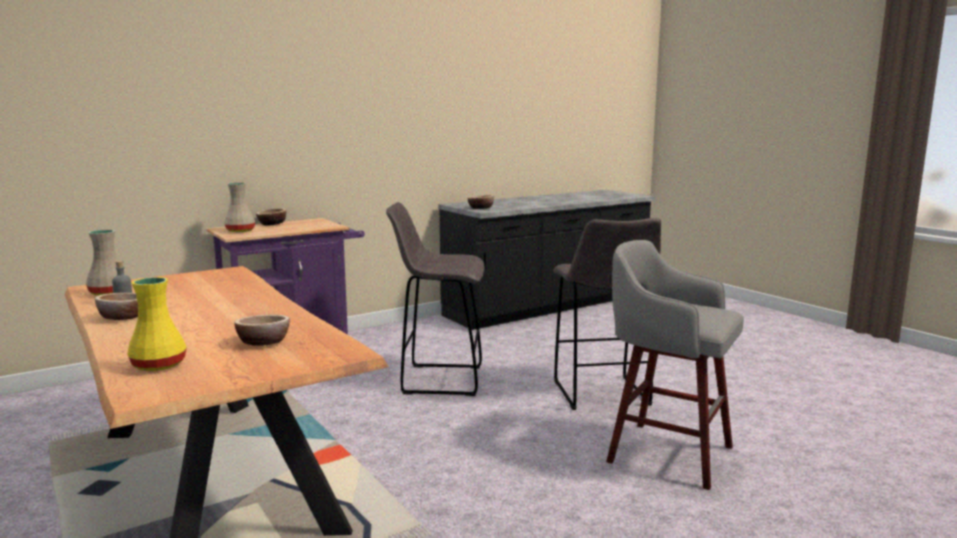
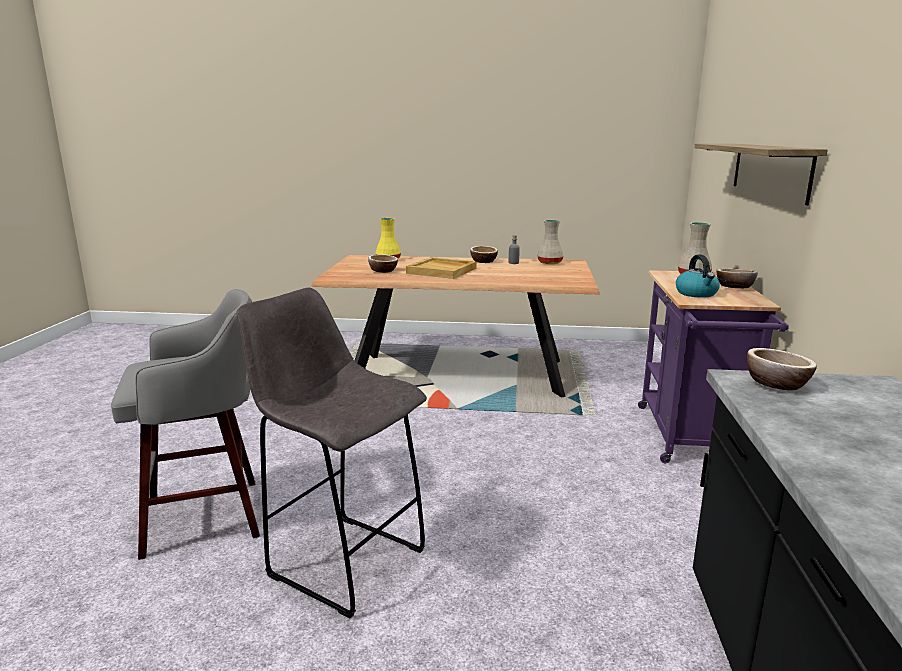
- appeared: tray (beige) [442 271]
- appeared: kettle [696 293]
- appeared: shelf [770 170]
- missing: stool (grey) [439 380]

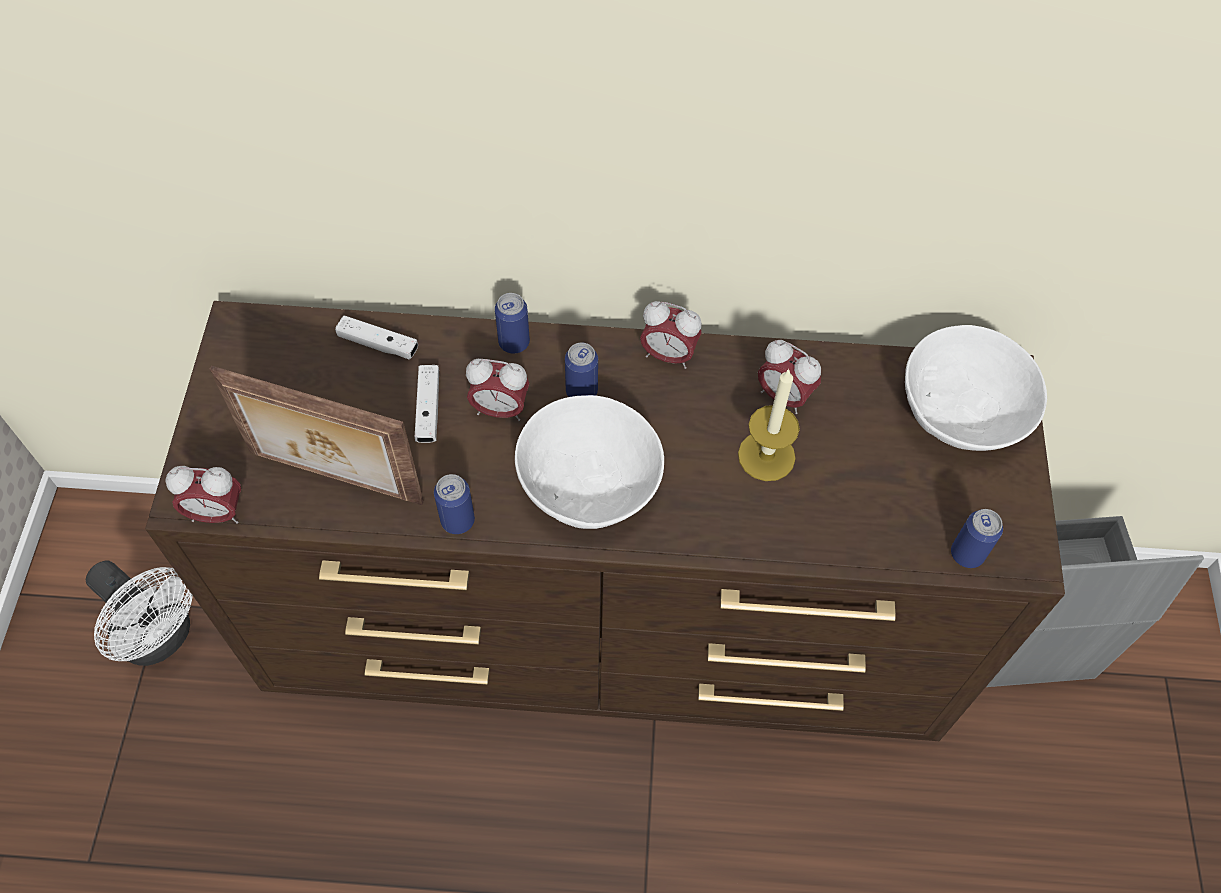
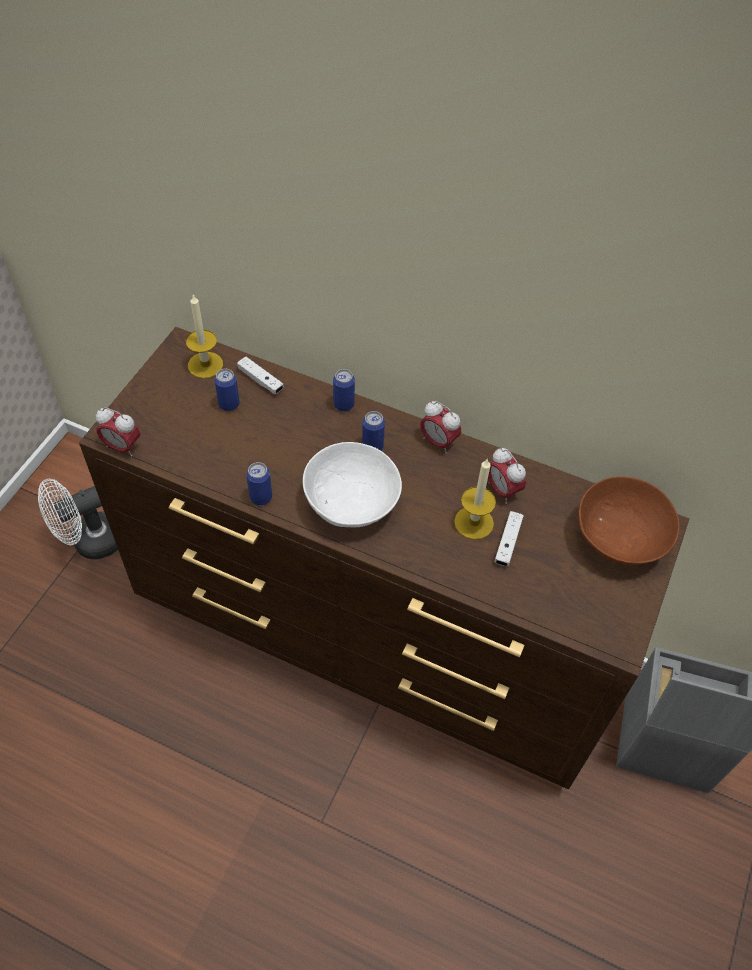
- spun: fan (white) [161 638] = [90 542] 90 degrees clockwise
- appeared: candle [205 365]
- relocated: can [967 554] to [229 404]
- relocated: game controller (white) [428 409] to [507 543]
- colour: bowl (white) [962 412] to bowl (brown) [620 538]
- missing: picture frame [334 480]
- missing: alarm clock [500 409]

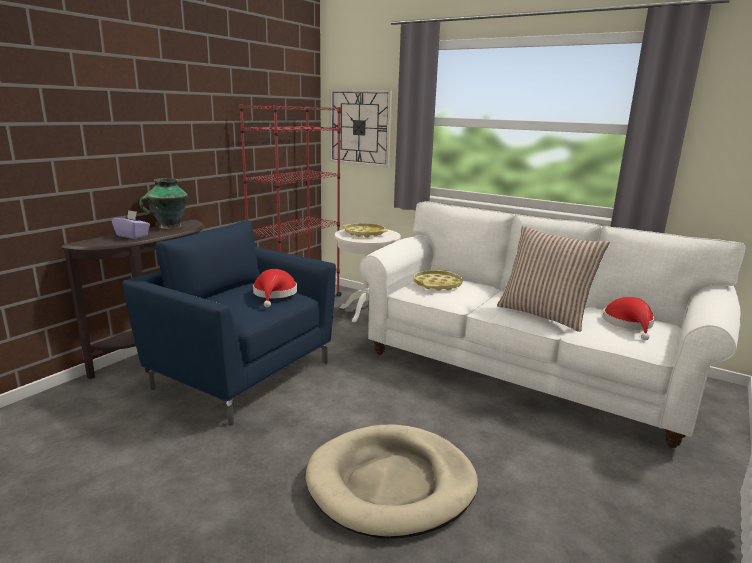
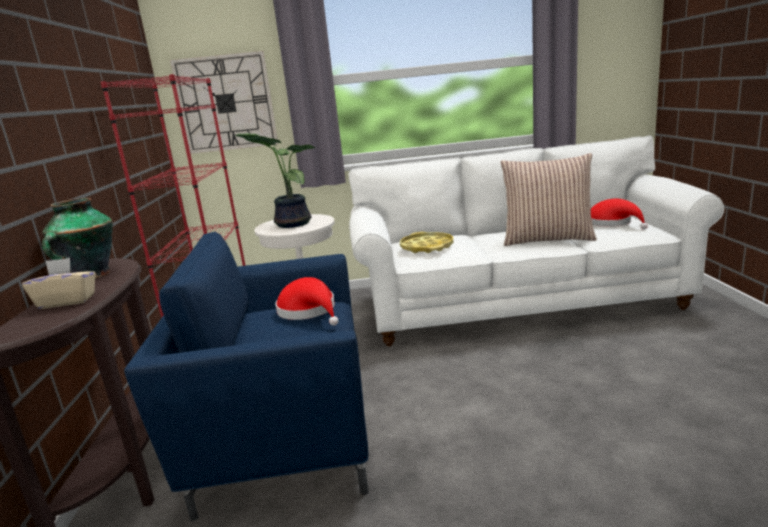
- colour: tissue box (purple) [132 236] to tissue box (beige) [67 301]
- exchanged: tray (yellow) [364 233] to potted plant [291 224]
- missing: dog bed (beige) [391 484]

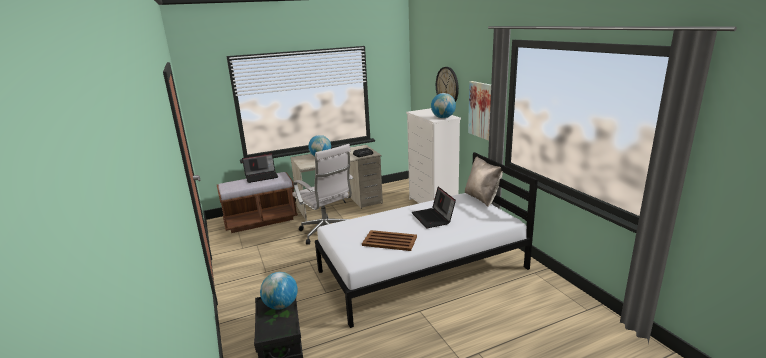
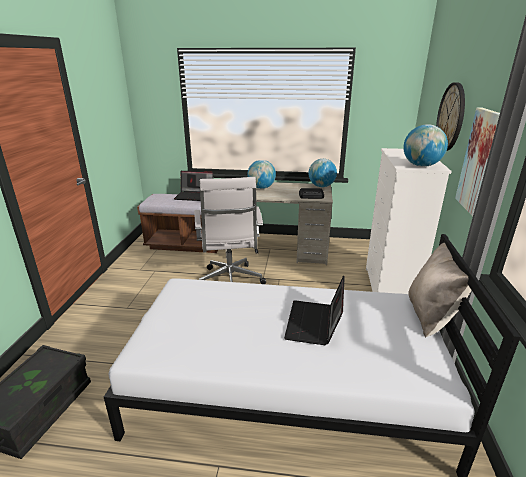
- relocated: globe [281 305] to [321 186]
- missing: tray (brown) [390 241]

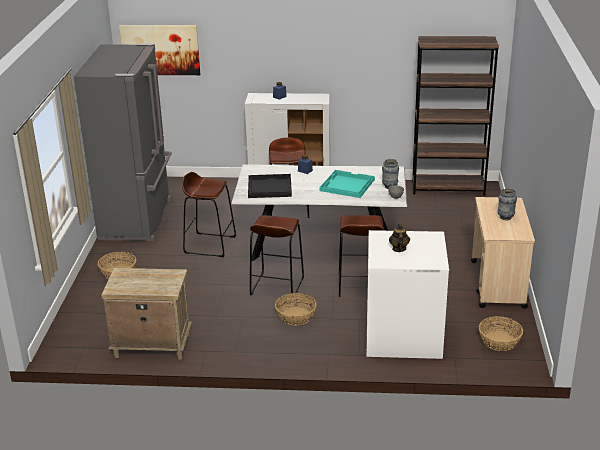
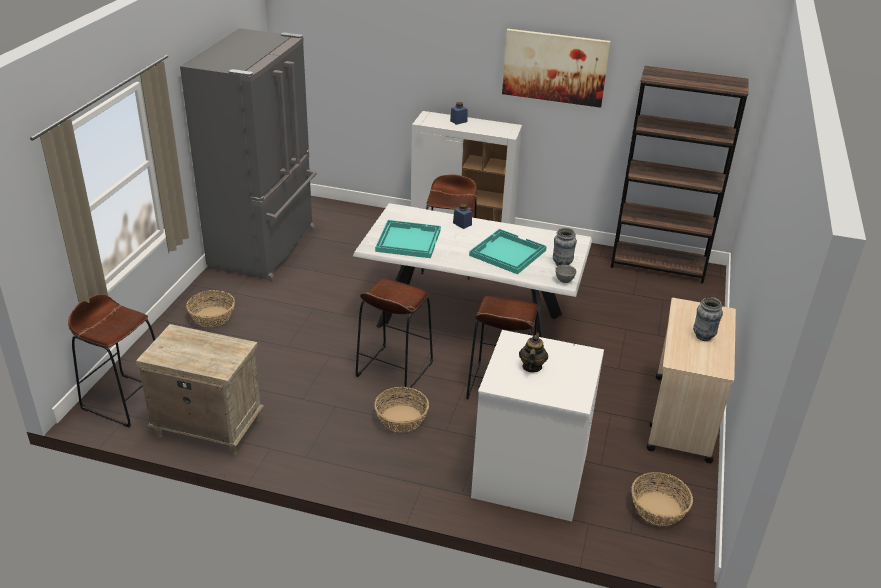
- relocated: stool (brown) [210 244] to [126 400]
- colour: tray (black) [269 187] to tray (turquoise) [408 240]
- relocated: picture [160 50] to [554 67]

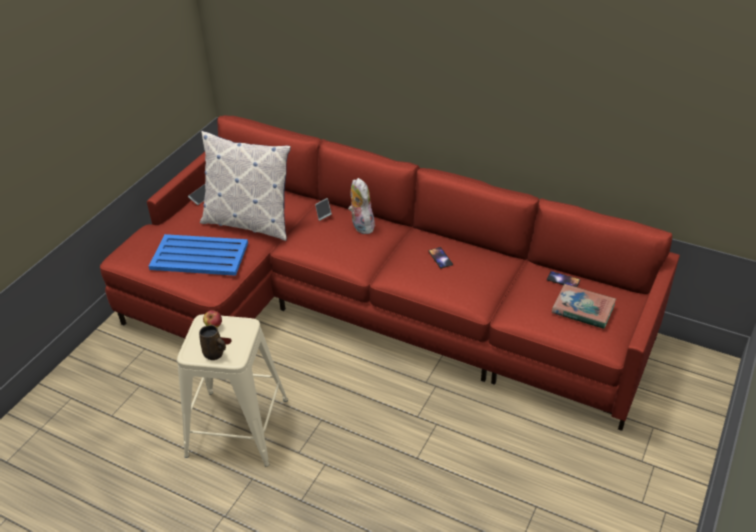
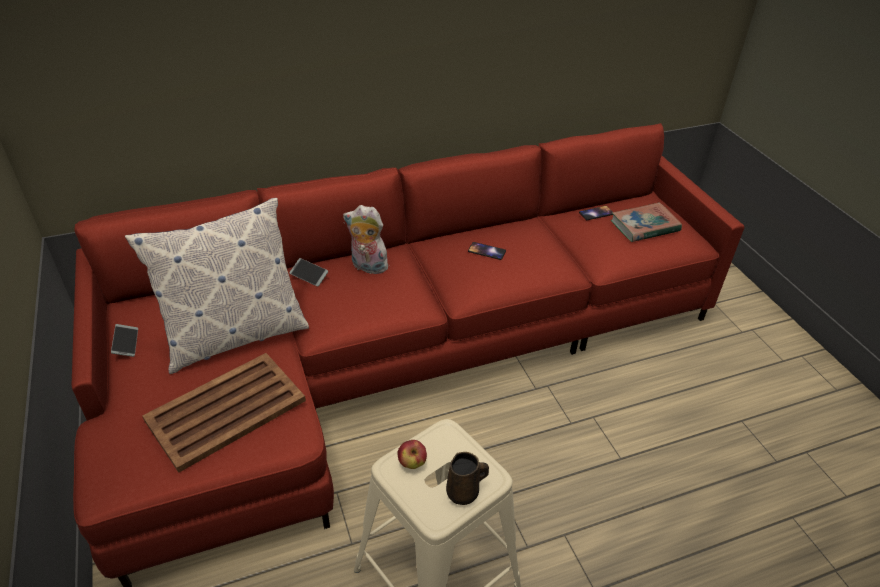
- colour: tray (blue) [198 256] to tray (brown) [224 411]

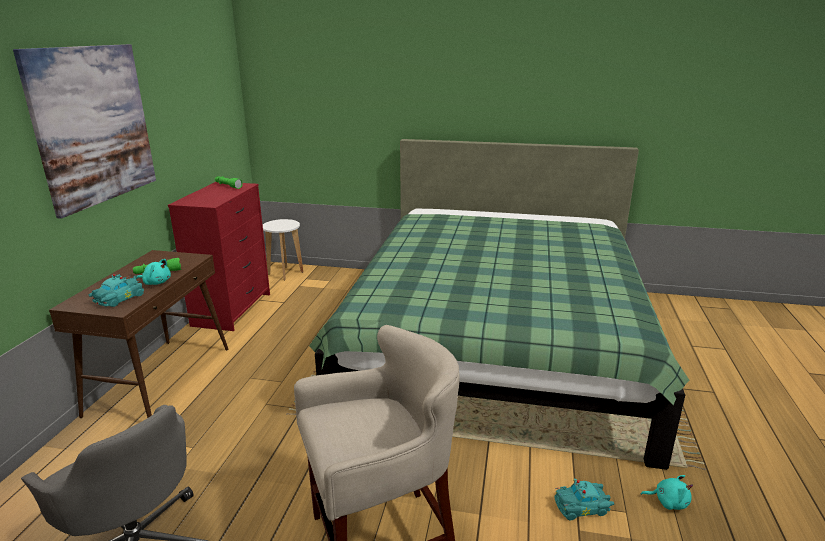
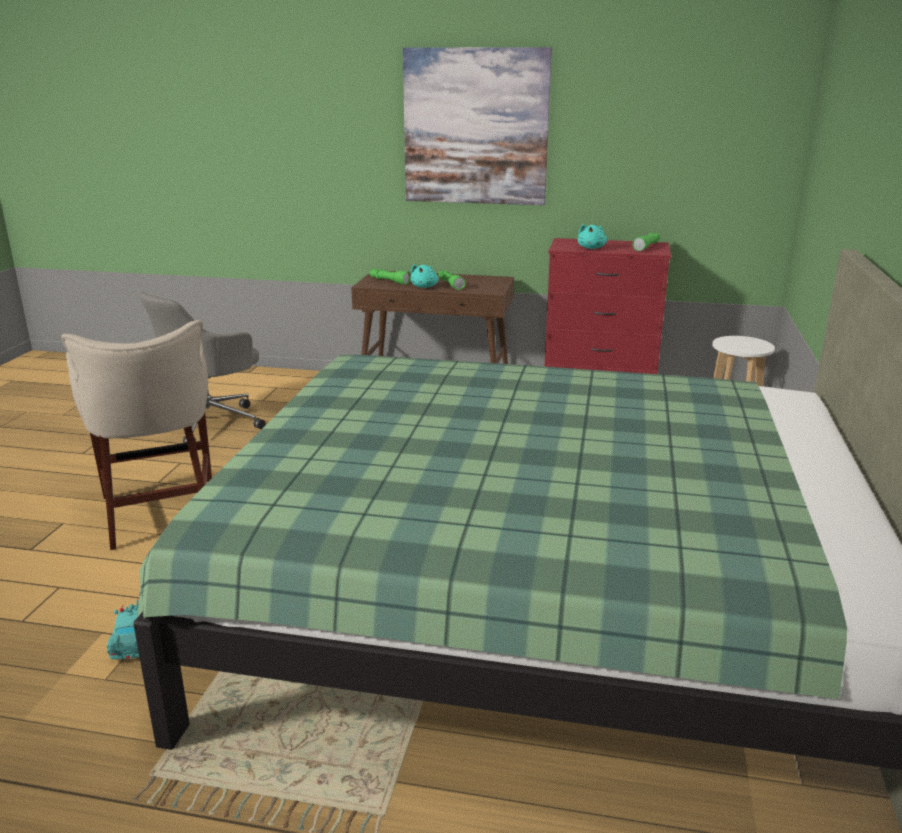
- exchanged: toy car (turquoise) [117 299] to flashlight (green) [388 281]
- relocated: plush toy (turquoise) [668 501] to [591 248]

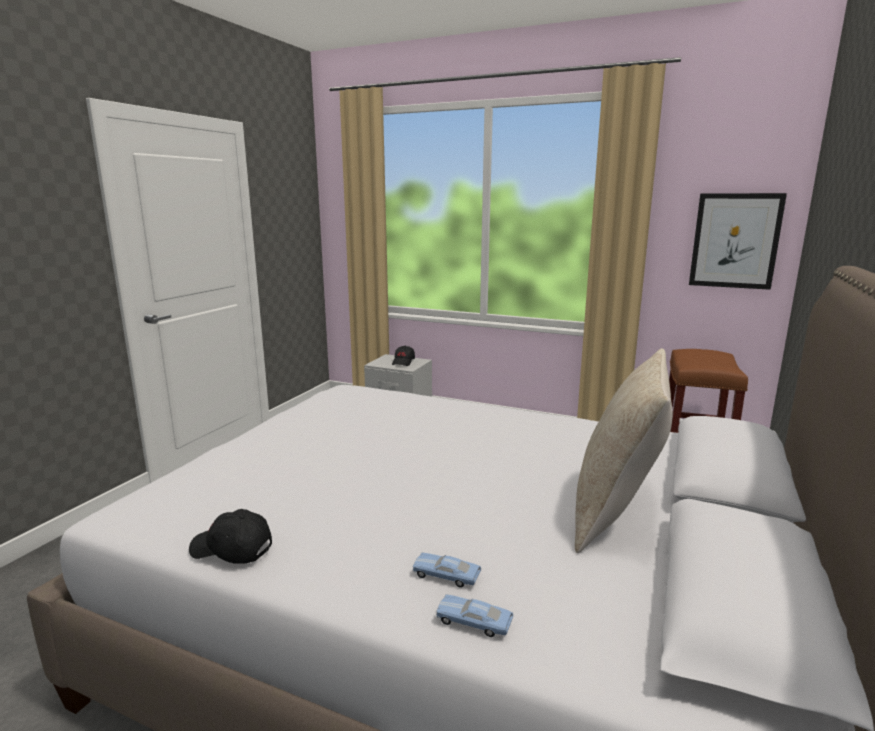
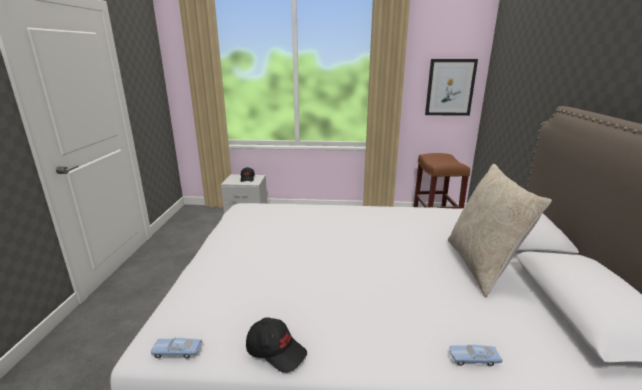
- relocated: toy car (blue) [445 576] to [177 352]
- spun: cap (black) [231 550] = [276 351] 150 degrees counterclockwise

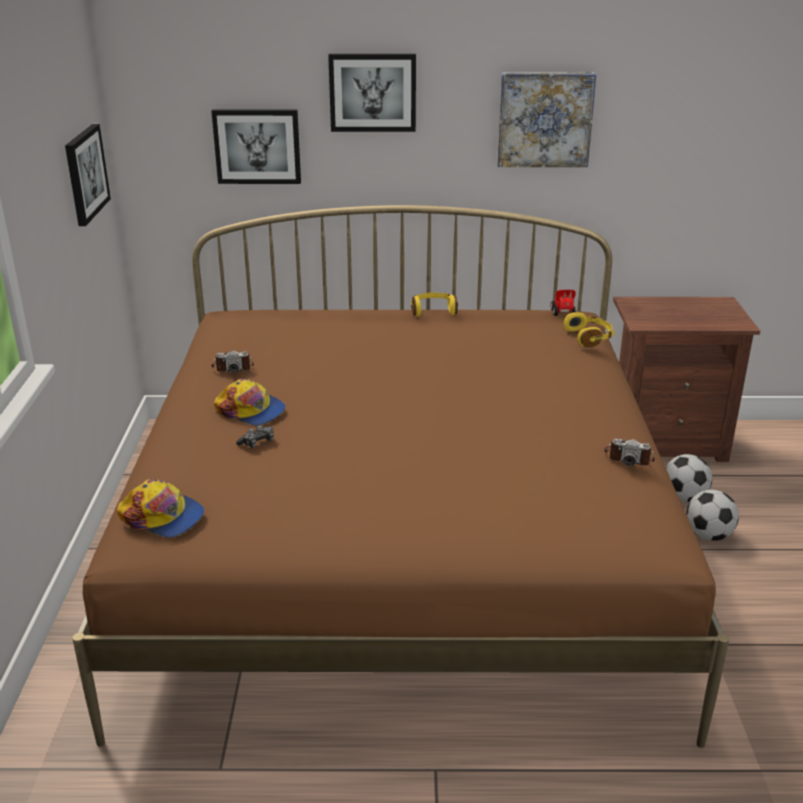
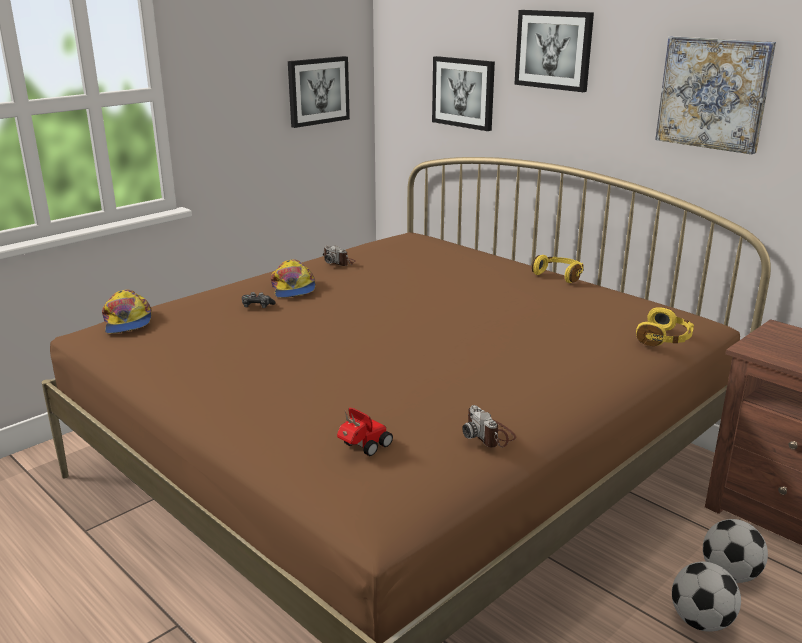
- relocated: toy car [563 314] to [362 448]

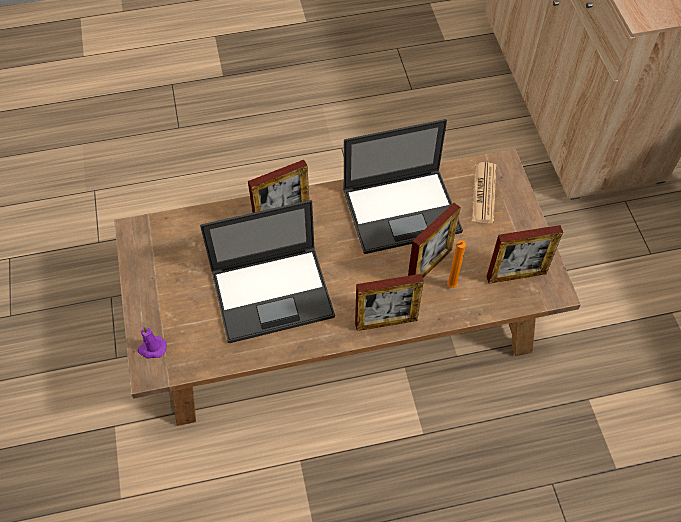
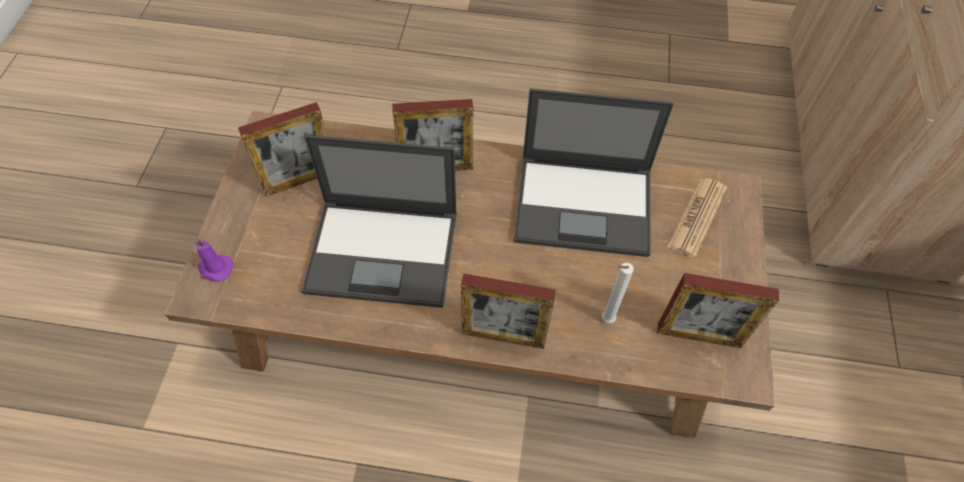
- relocated: picture frame [429 266] to [300 180]
- colour: candle (orange) [450 286] to candle (white) [605 320]

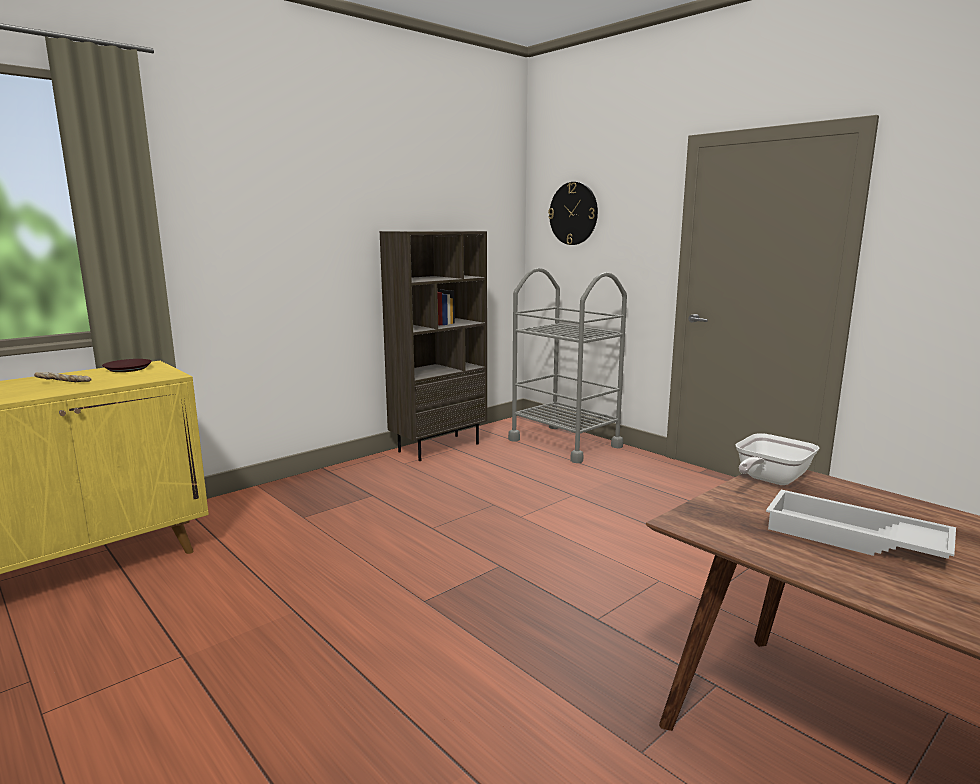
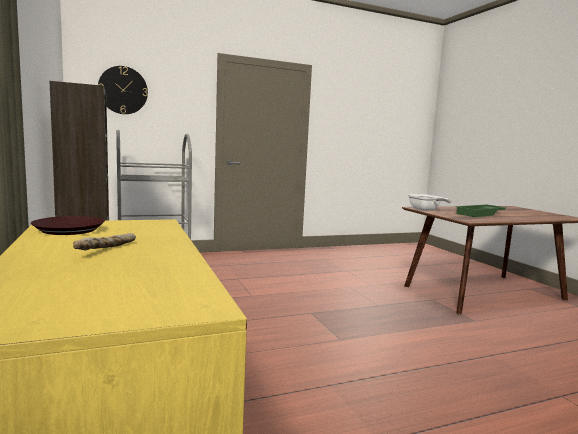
- colour: tray (white) [852 539] to tray (green) [481 214]

